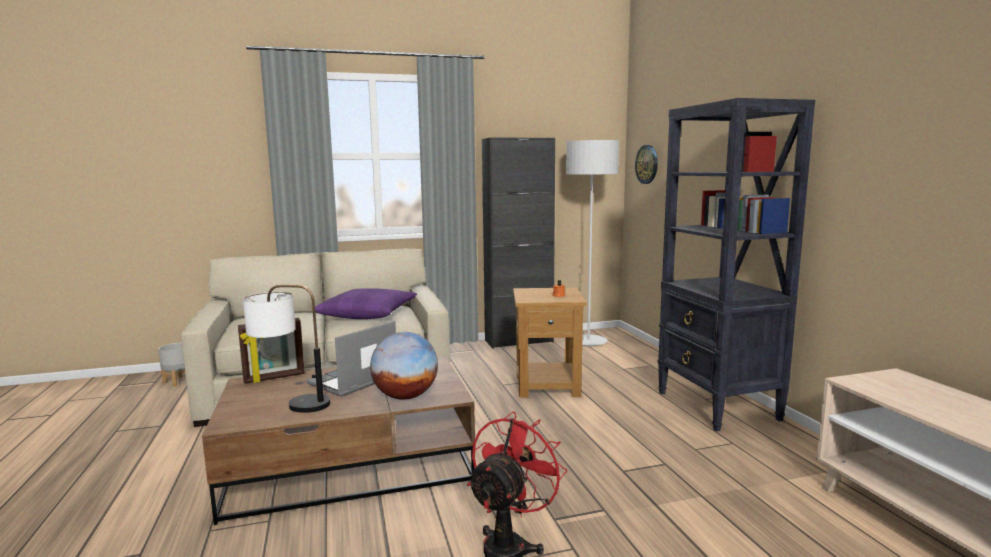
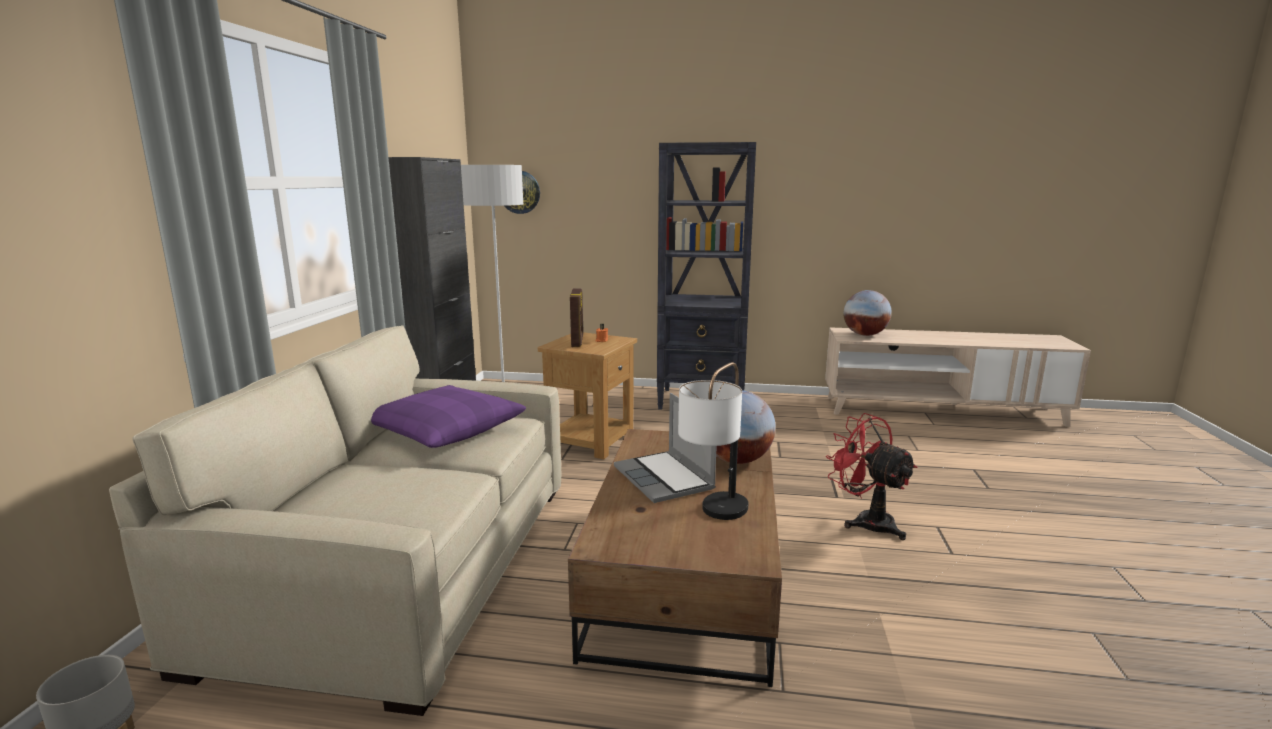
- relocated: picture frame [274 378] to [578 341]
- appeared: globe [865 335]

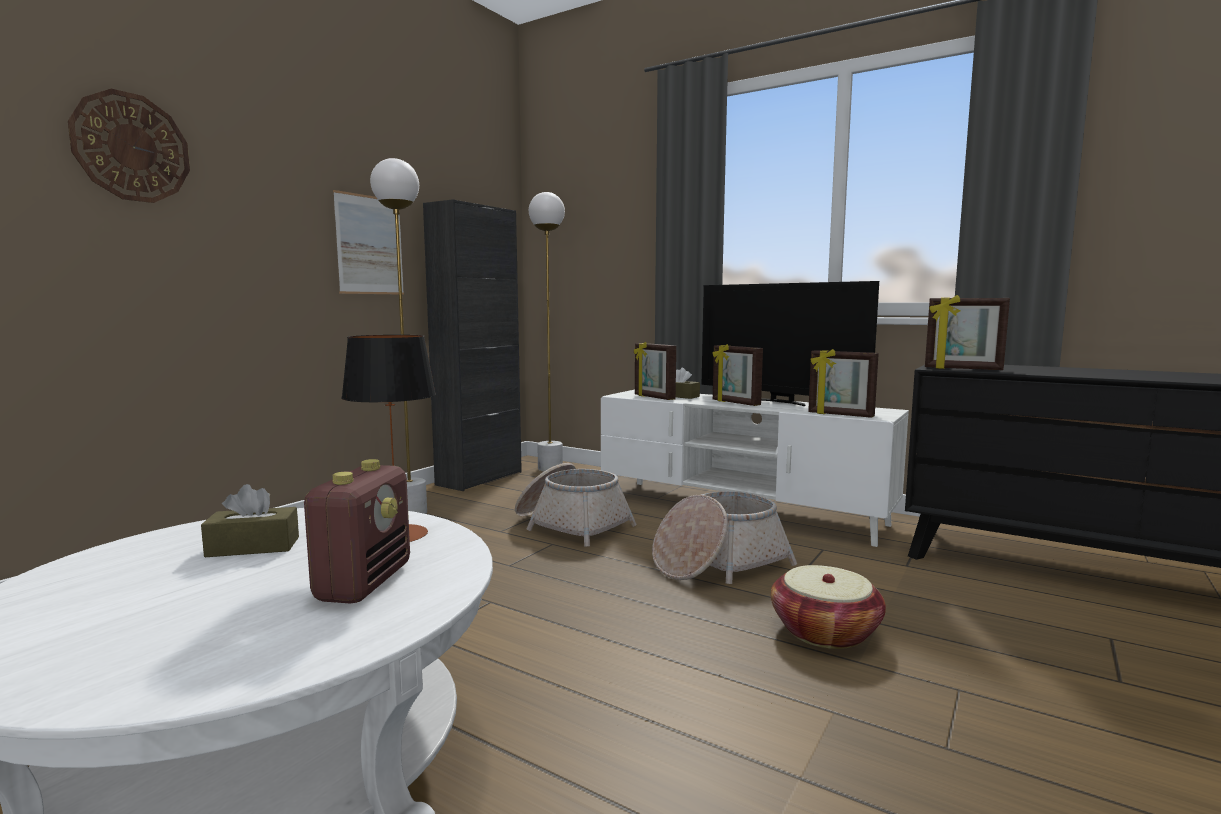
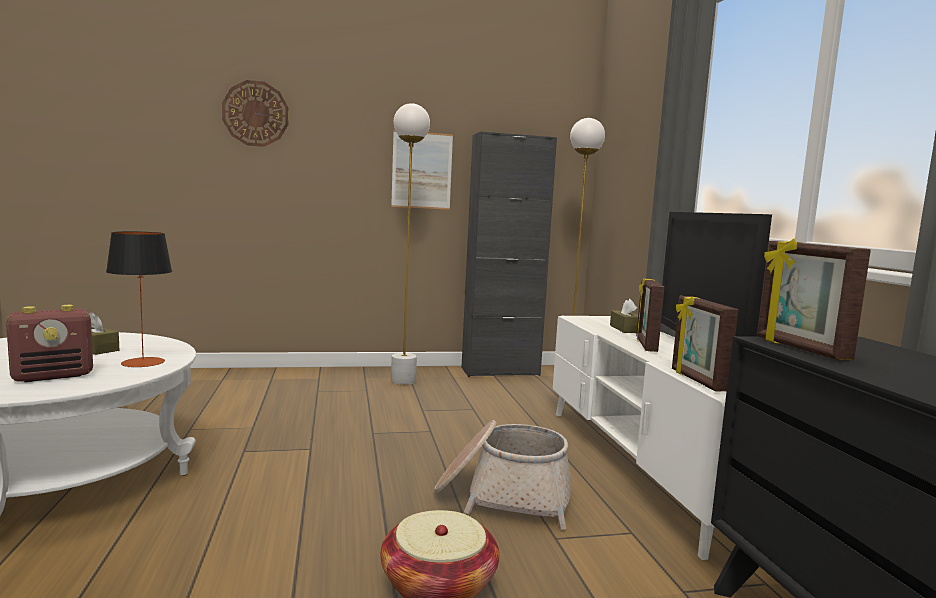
- missing: basket [571 525]
- missing: picture frame [653 397]

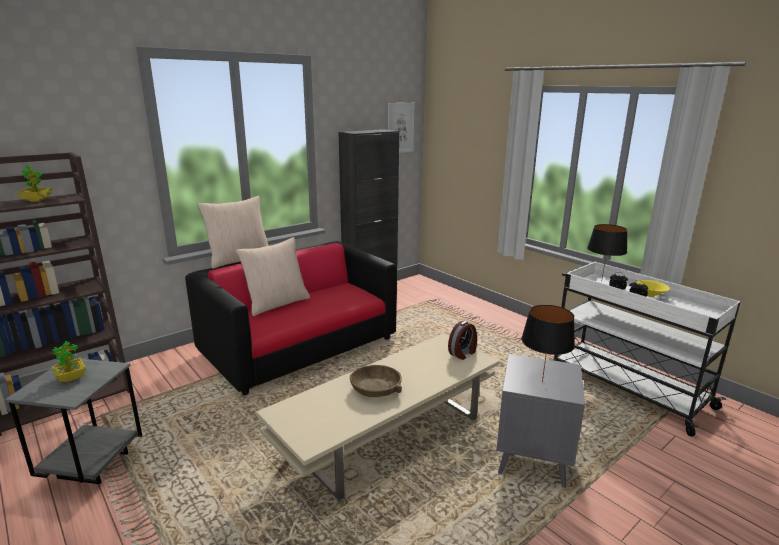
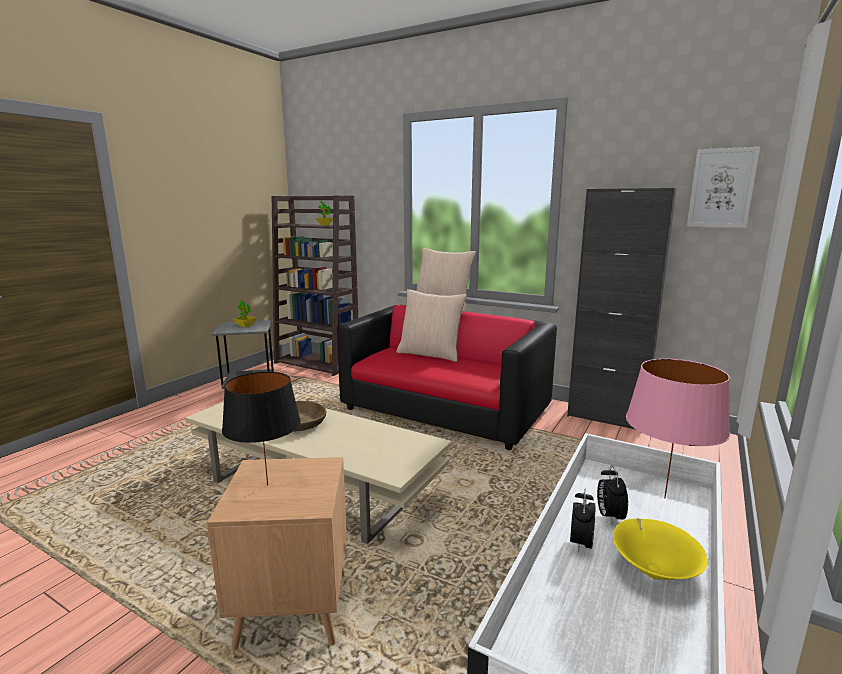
- colour: side table (grey) [532 459] to side table (brown) [293 609]
- colour: table lamp (black) [602 281] to table lamp (pink) [664 498]
- missing: alarm clock [463 353]

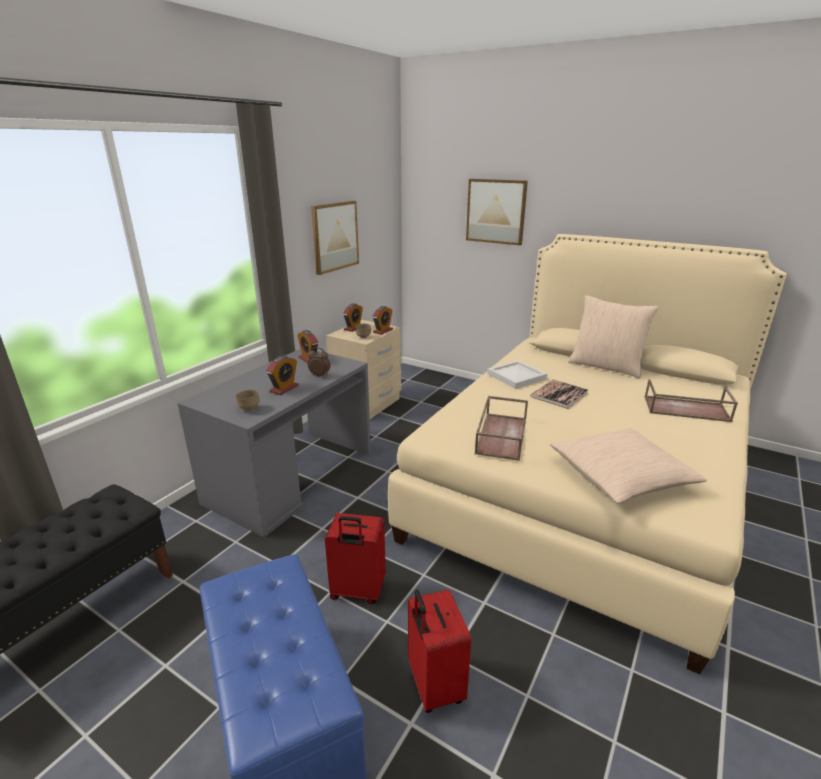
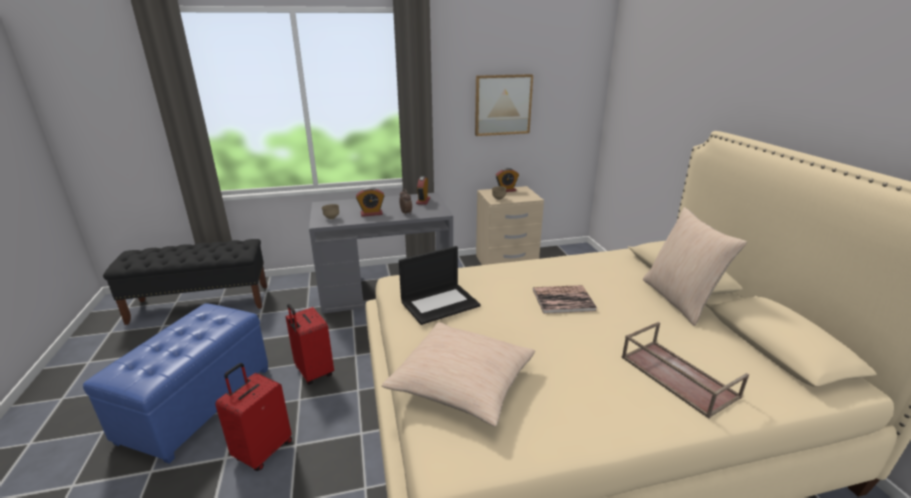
- exchanged: tray (brown) [500 435] to laptop [440 303]
- missing: alarm clock [383 331]
- missing: picture [496 211]
- missing: tray (white) [516 376]

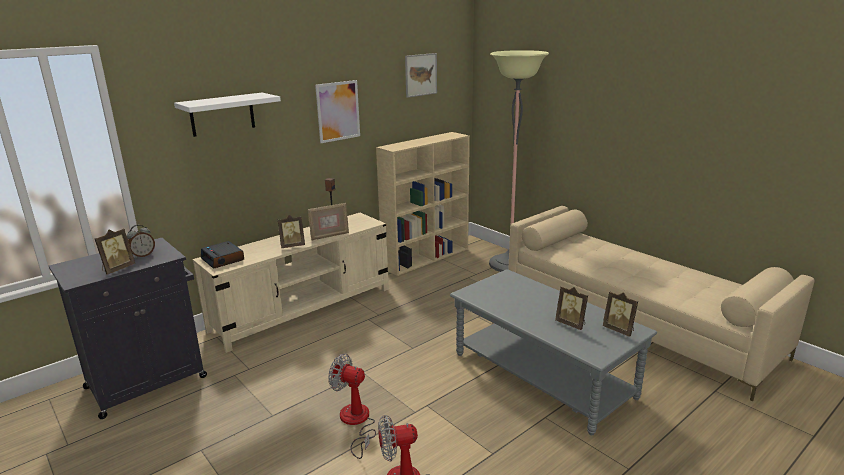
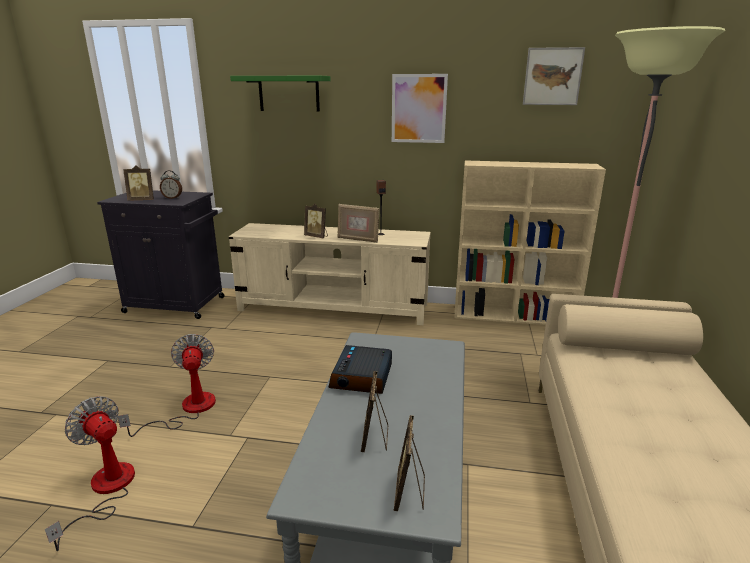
- colour: shelf (white) [222 114] to shelf (green) [289 93]
- relocated: alarm clock [223 259] to [362 377]

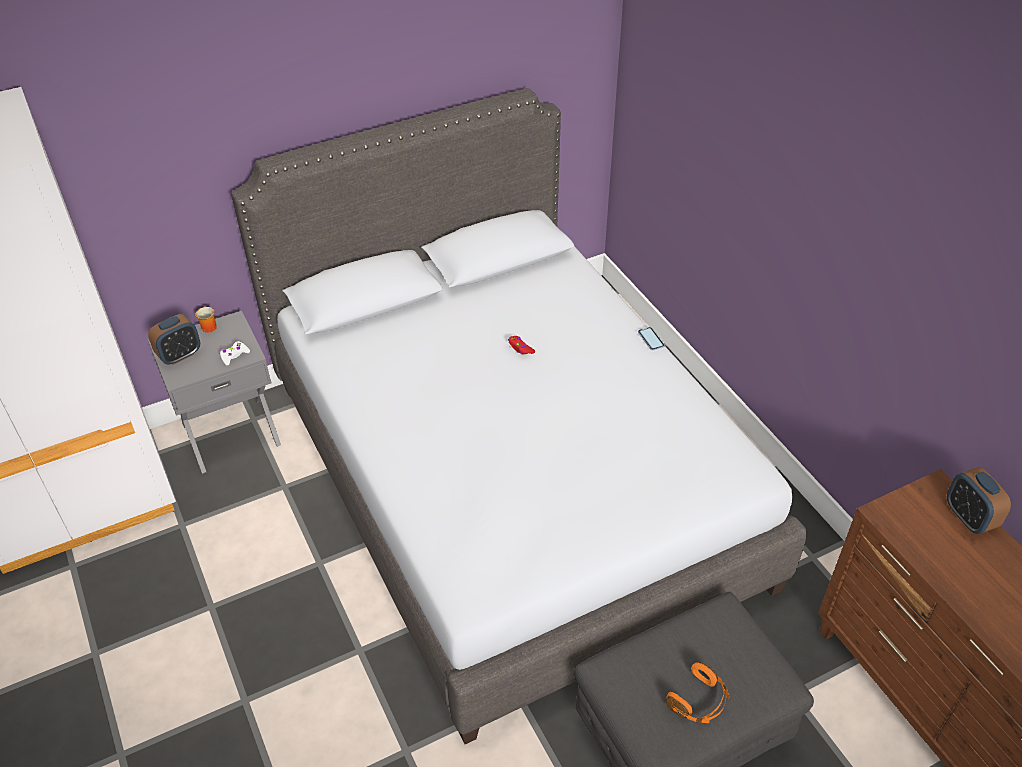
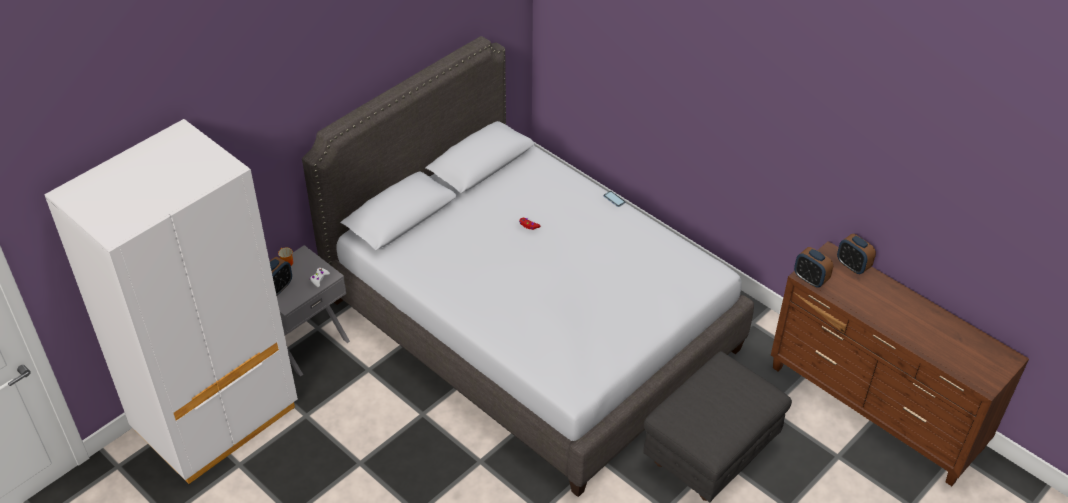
- appeared: alarm clock [810 279]
- missing: headphones (orange) [698 701]

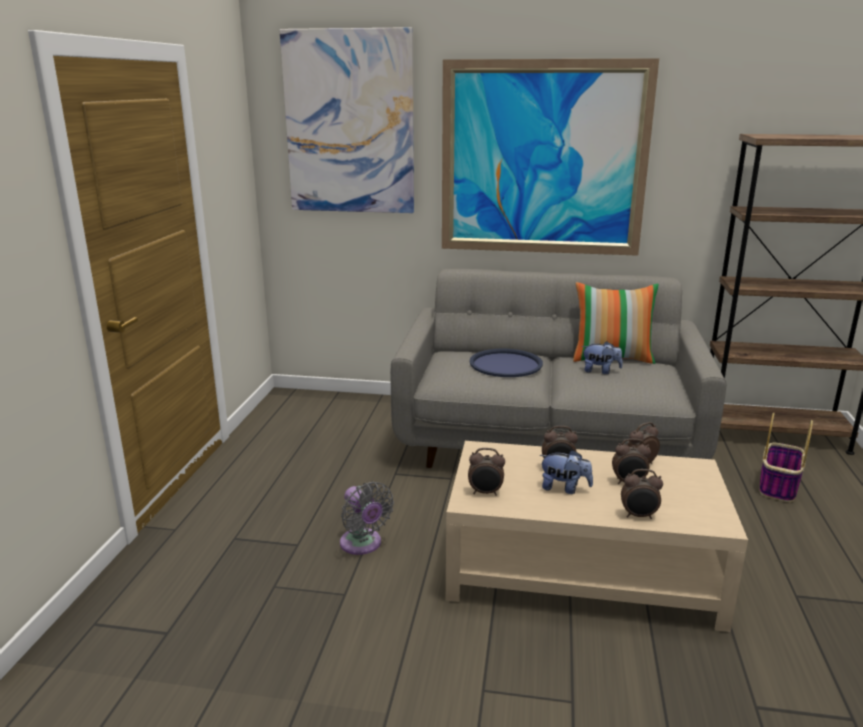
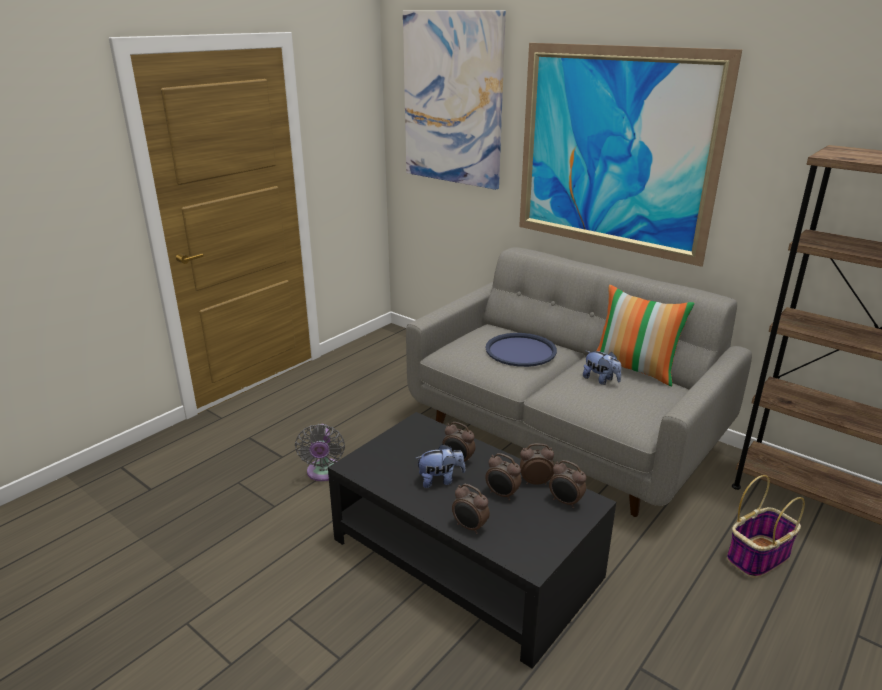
- colour: coffee table (beige) [581 569] to coffee table (black) [465 558]
- spun: plush toy [564 488] = [440 480] 60 degrees counterclockwise
- relocated: alarm clock [485 493] to [565 502]

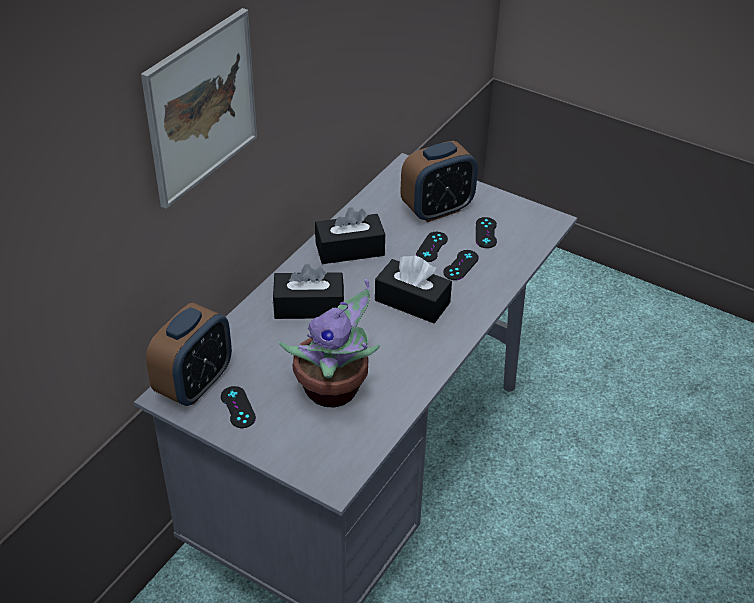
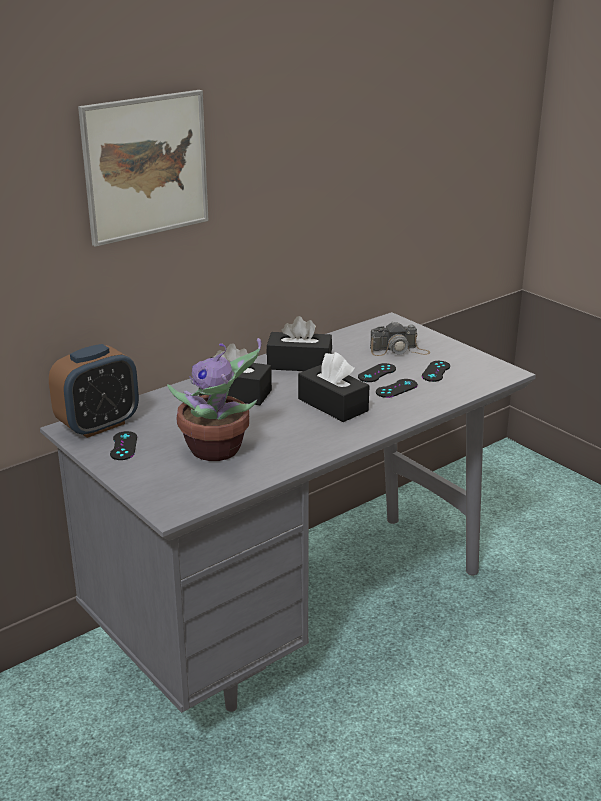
- exchanged: alarm clock [437 209] to photo camera [399 350]

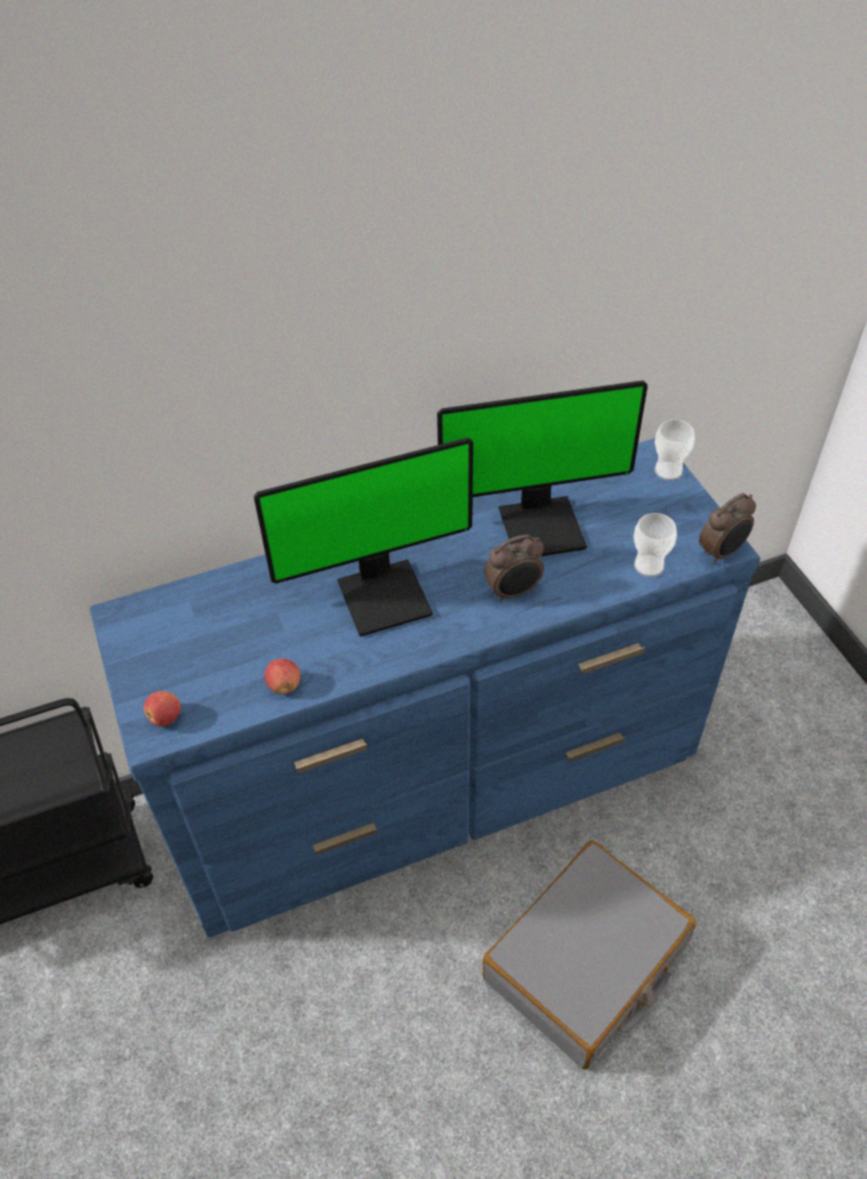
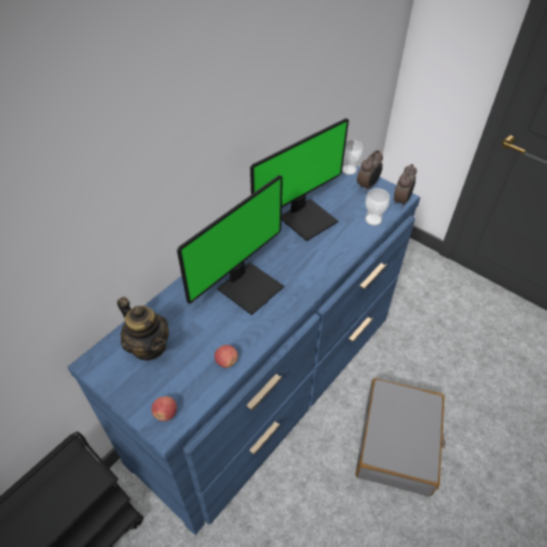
- appeared: teapot [149 346]
- relocated: alarm clock [513 592] to [368 186]

